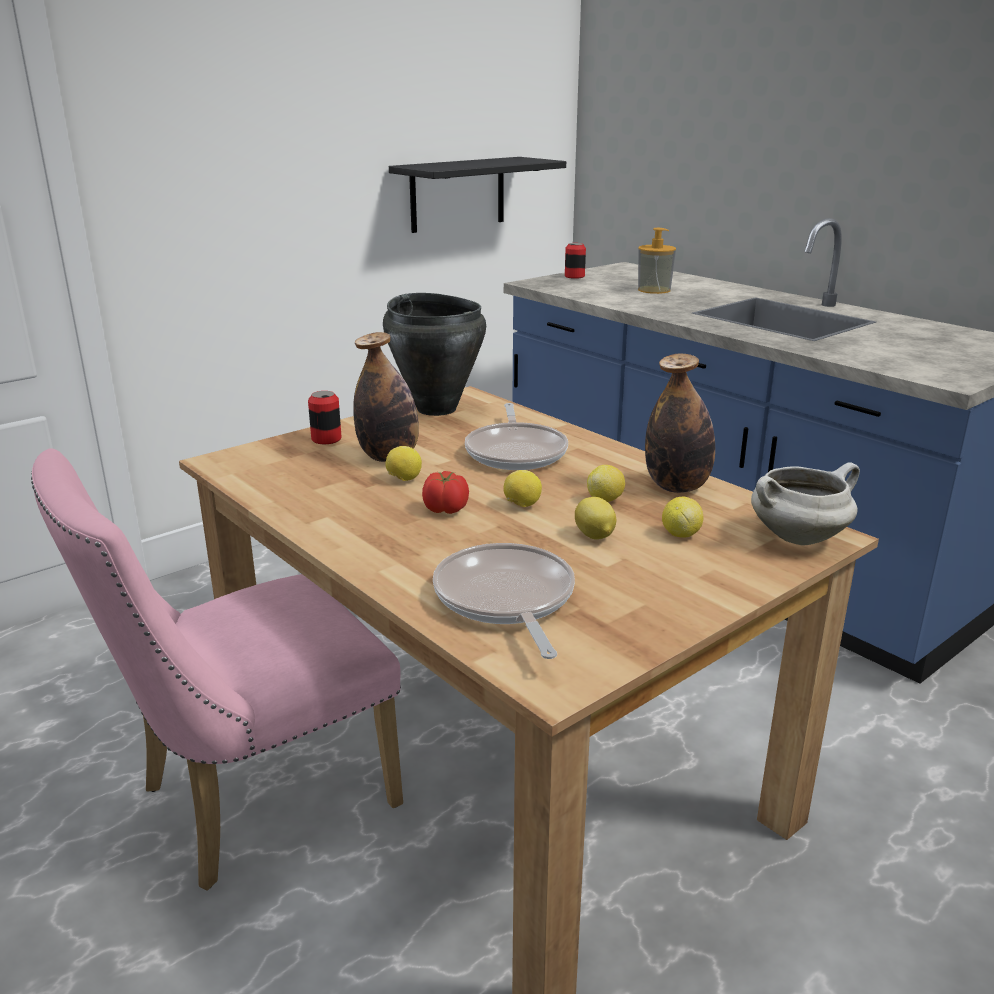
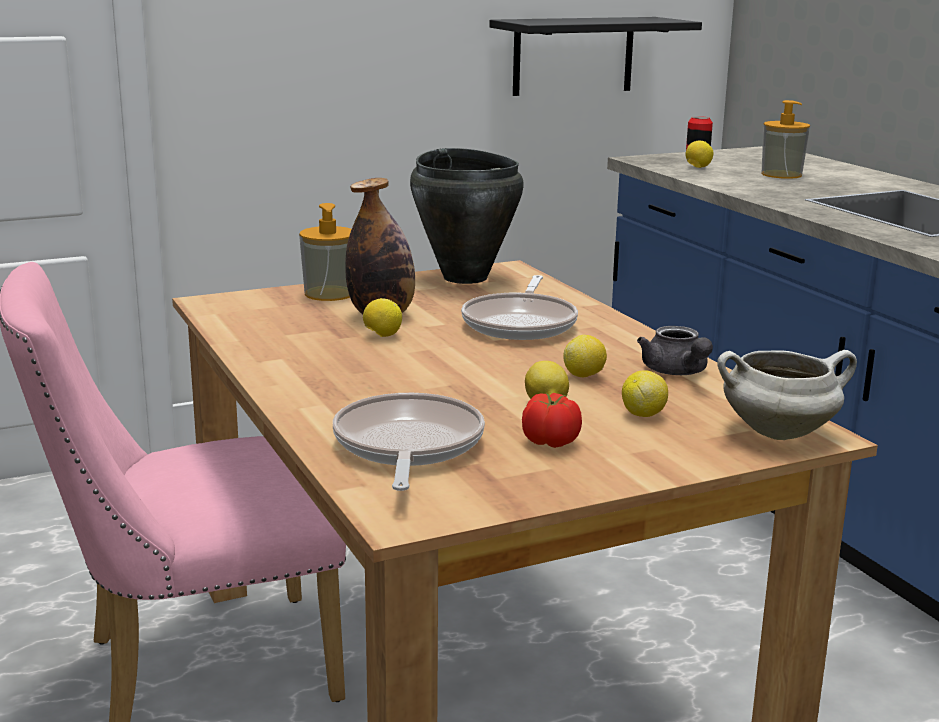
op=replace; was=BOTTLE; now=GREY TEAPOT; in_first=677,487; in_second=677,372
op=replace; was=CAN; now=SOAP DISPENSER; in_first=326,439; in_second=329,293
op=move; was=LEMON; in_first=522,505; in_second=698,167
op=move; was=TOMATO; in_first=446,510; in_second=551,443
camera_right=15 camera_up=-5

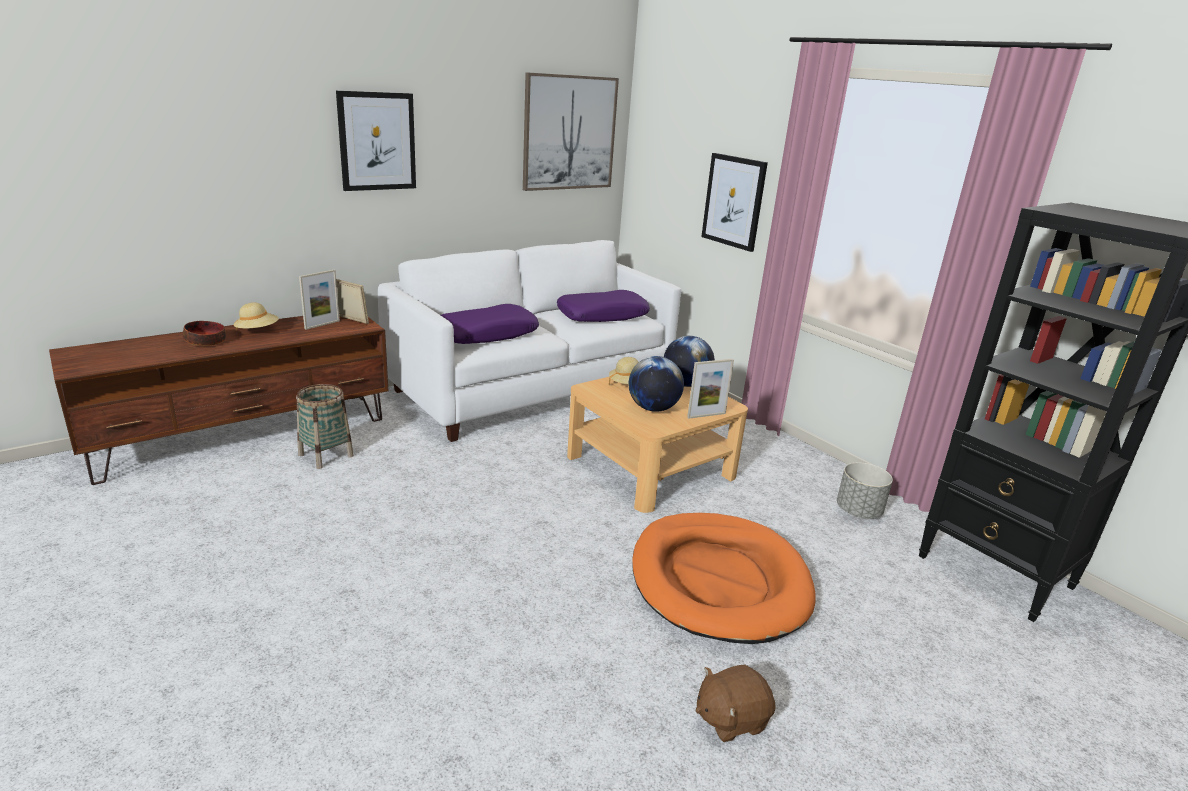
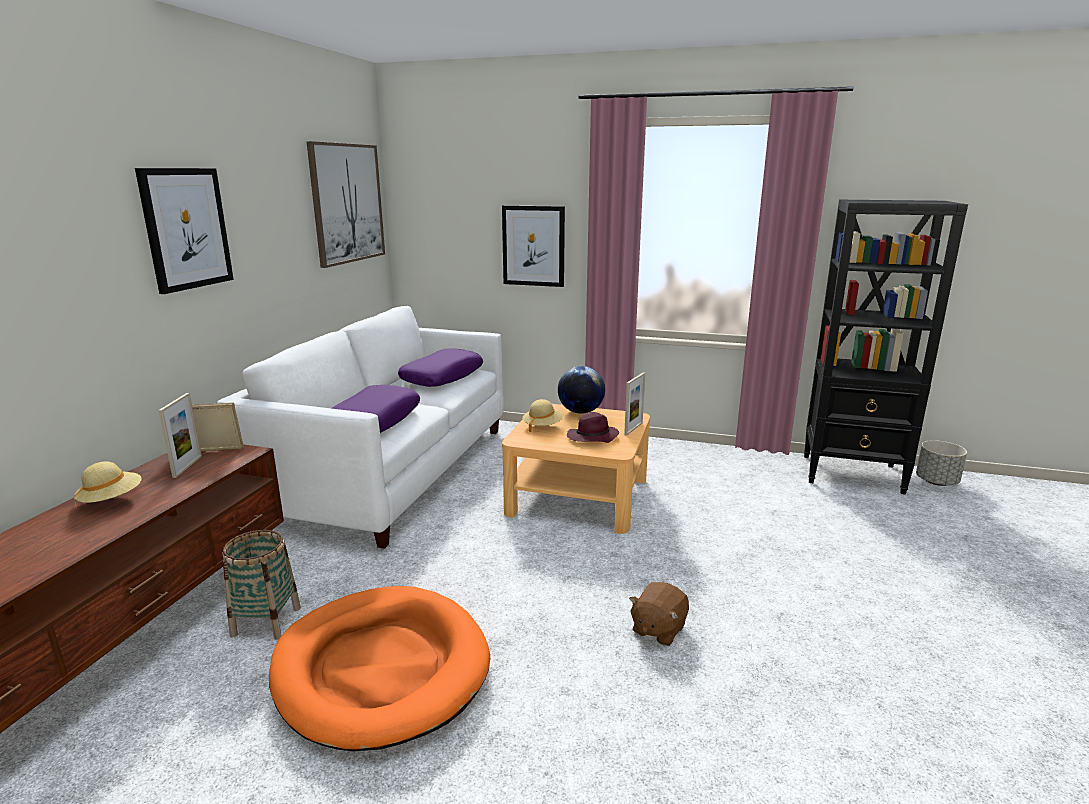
op=delete; was=BOWL; in_first=206,342
op=replace; was=GLOBE; now=PURPLE HAT; in_first=653,409; in_second=592,437
op=move; was=GREY PLANTER; in_first=859,511; in_second=936,481
op=move; was=ORANGE DOG BED; in_first=719,580; in_second=381,669
op=move; was=BROWN PLUSH TOY; in_first=730,719; in_second=658,629
camera_right=-35 camera_up=-5

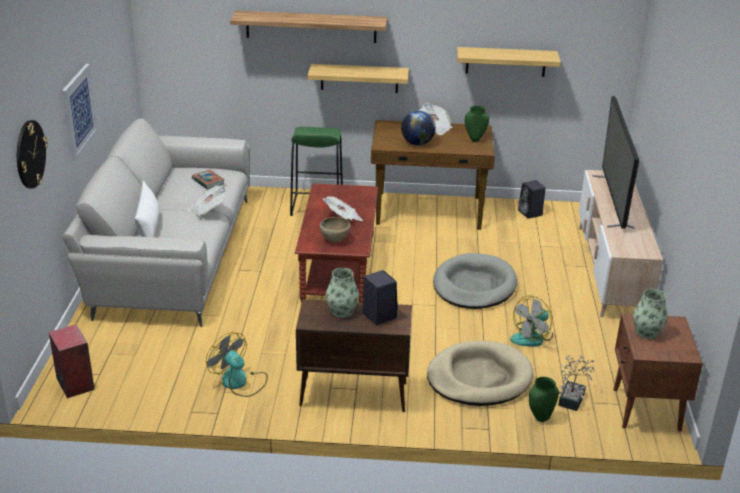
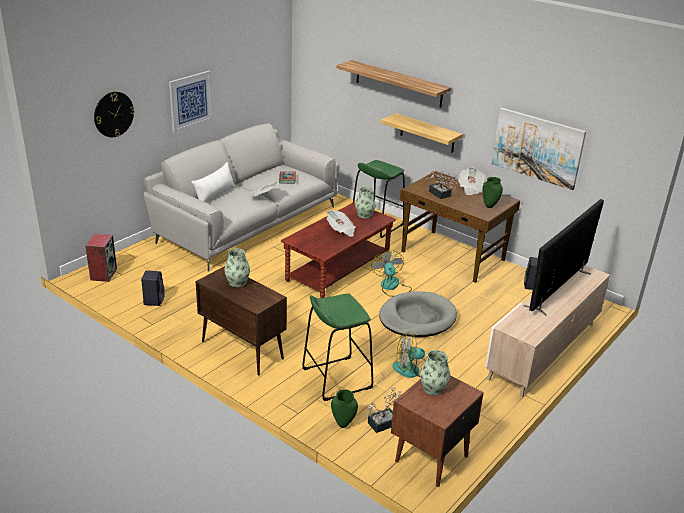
op=replace; was=SHELF; now=PICTURE; in_first=505,61; in_second=537,147
op=replace; was=GLOBE; now=POTTED PLANT; in_first=417,143; in_second=441,195
op=delete; was=BROWN BOWL; in_first=335,240
op=move; was=BLACK SPEAKER; in_first=378,315; in_second=154,300
op=move; was=FAN; in_first=239,382; in_second=391,287
op=replace; was=BEIGE DOG BED; now=GREEN STOOL; in_first=479,378; in_second=336,378
op=insert; now=VASE; in_second=364,215
camera_right=35 camera_up=0

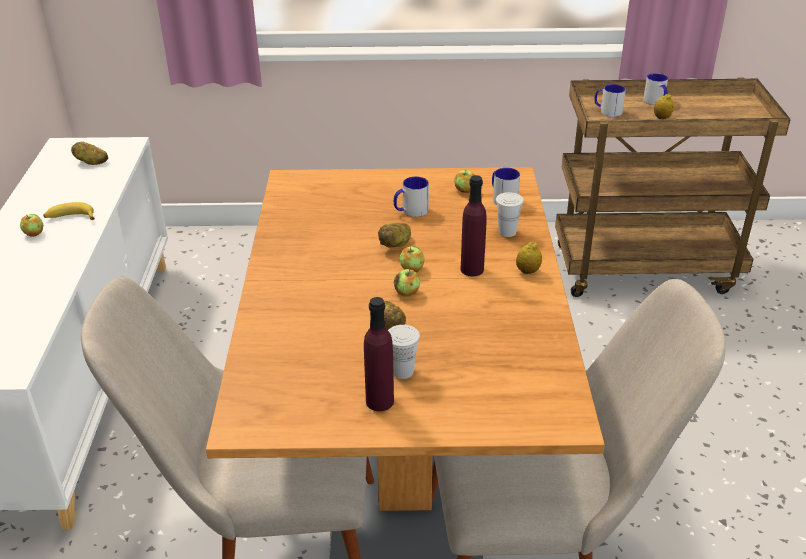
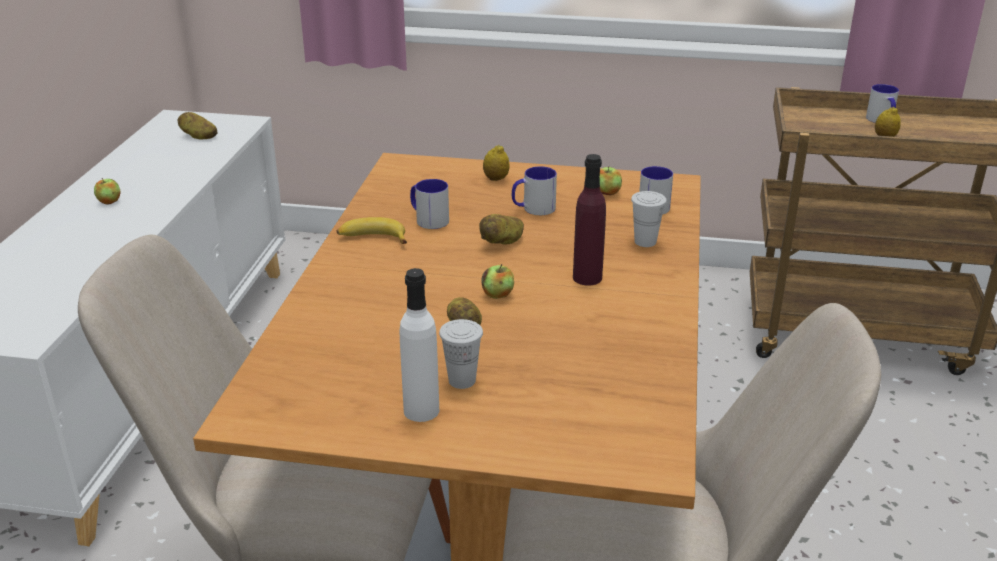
op=move; was=MUG; in_first=607,111; in_second=428,219
op=move; was=BANANA; in_first=70,218; in_second=372,238
op=move; was=LEMON; in_first=527,271; in_second=496,179
op=delete; was=APPLE; in_first=412,269
op=recolor; was=PURPLE BOTTLE; now=WHITE BOTTLE; in_first=379,401; in_second=421,410
camera_right=10 camera_up=-5

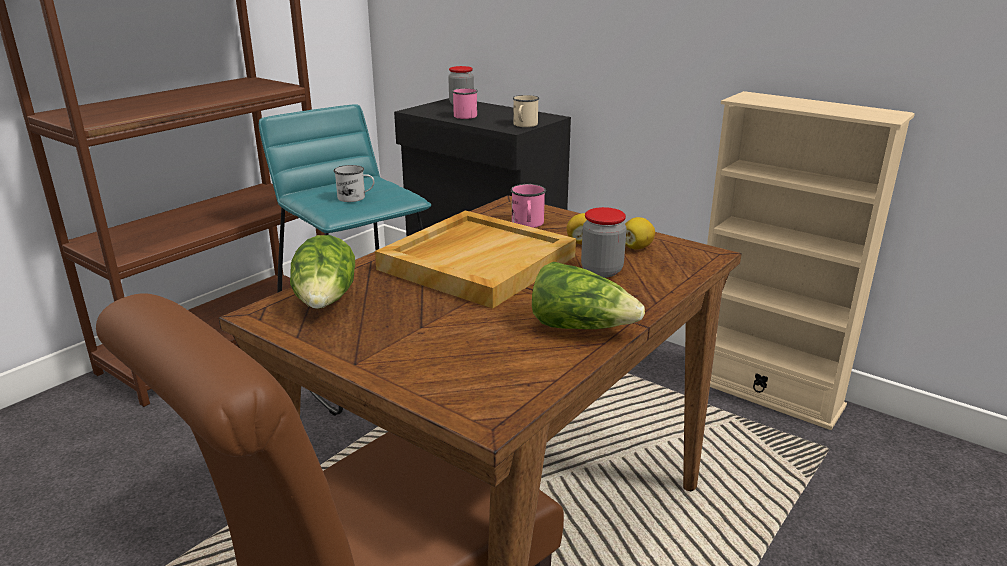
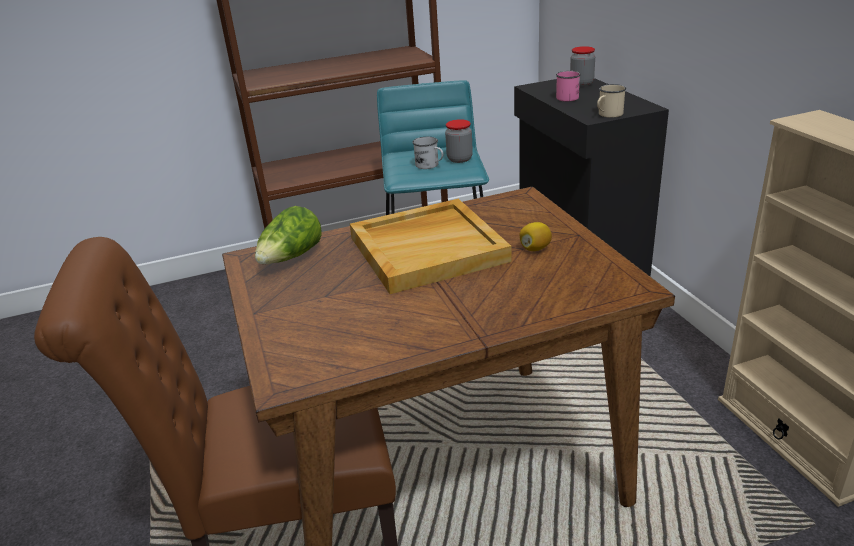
op=delete; was=PINK MUG; in_first=528,224
op=move; was=JAR; in_first=601,271; in_second=459,159
op=delete; was=LEMON; in_first=636,247
op=delete; was=LETTUCE; in_first=581,327
camera_right=35 camera_up=5

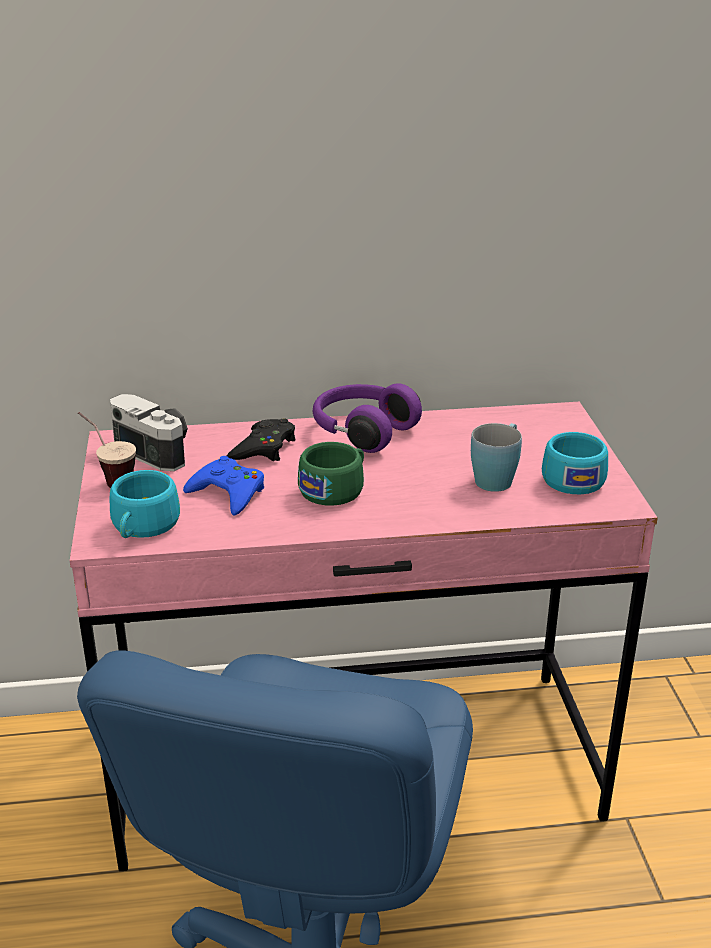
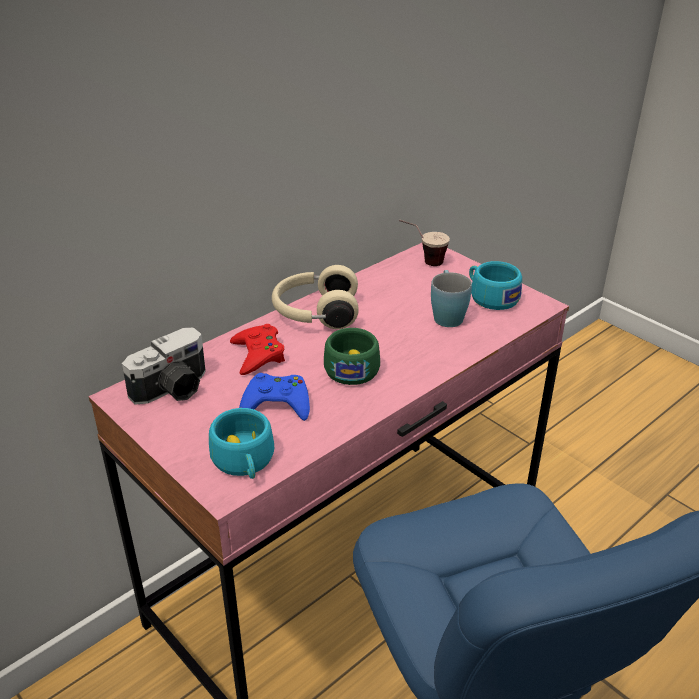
op=recolor; was=PURPLE HEADPHONES; now=BEIGE HEADPHONES; in_first=362,431; in_second=315,313
op=rotate; was=PHOTO CAMERA; in_first=158,450; in_second=173,390; clockwise=135
op=move; was=CUP; in_first=109,478; in_second=422,262
op=recolor; was=BLACK GAME CONTROLLER; now=RED GAME CONTROLLER; in_first=263,448; in_second=258,355
camera_right=-35 camera_up=5

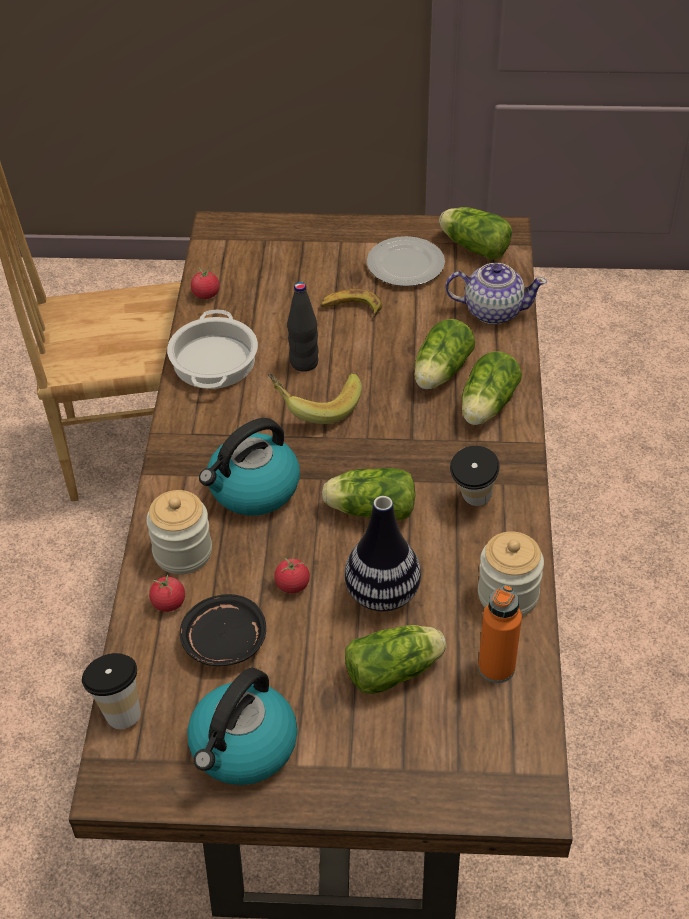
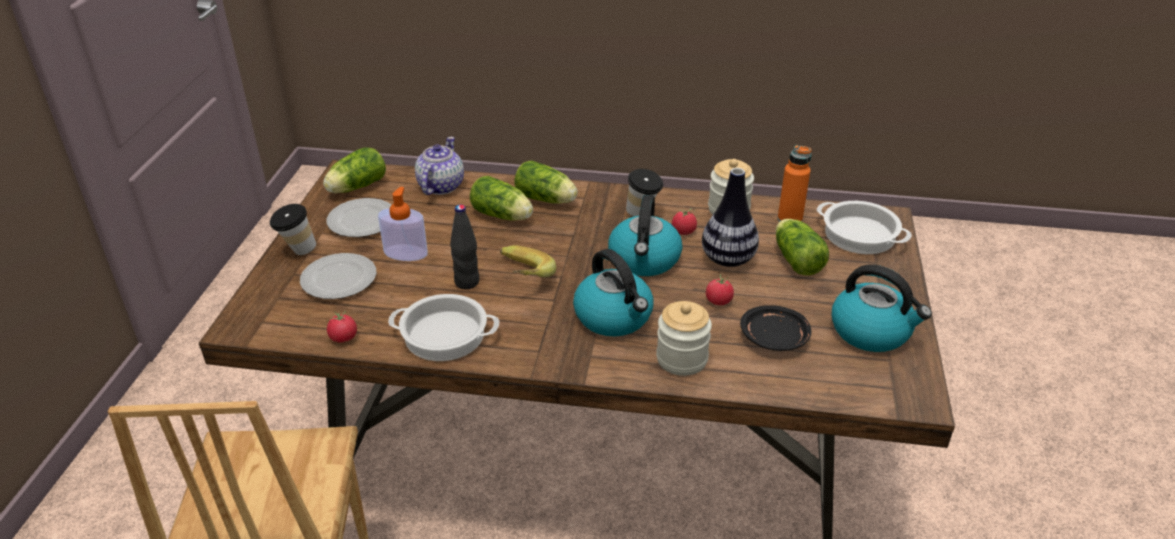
op=replace; was=BANANA; now=SOAP DISPENSER; in_first=351,308; in_second=405,253
op=replace; was=LETTUCE; now=KETTLE; in_first=368,510; in_second=644,260
op=move; was=TOMATO; in_first=168,603; in_second=683,231
op=move; was=CUP; in_first=119,710; in_second=297,251
op=insert; now=COOKING POT; in_second=859,234
op=insert; now=PLATE; in_second=339,280
camera_right=-85 camera_up=-10

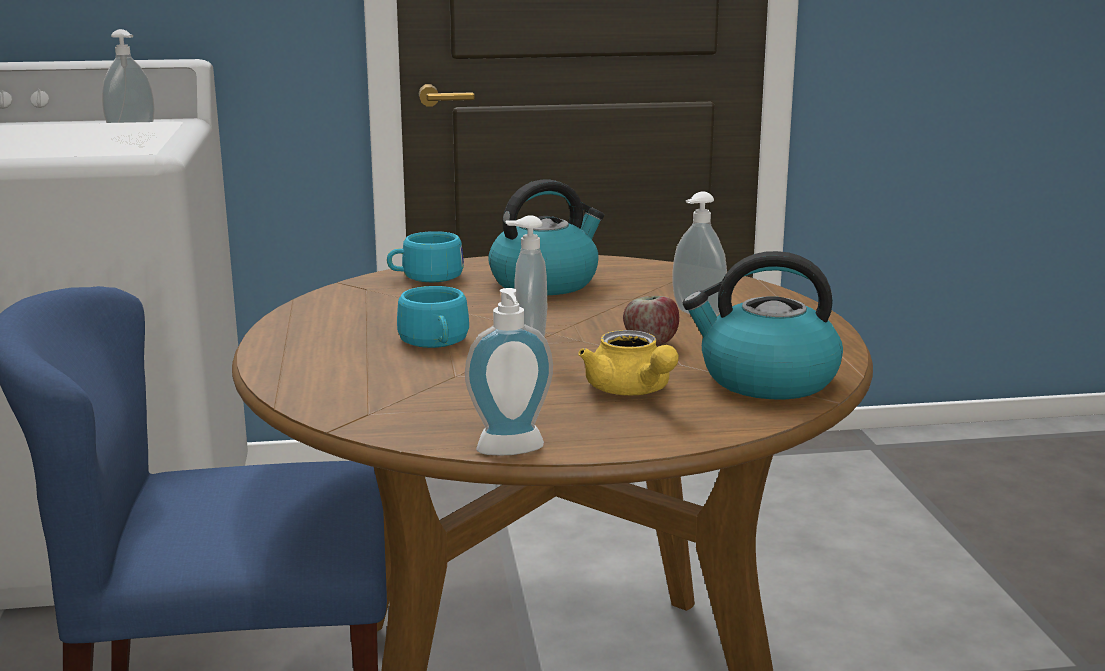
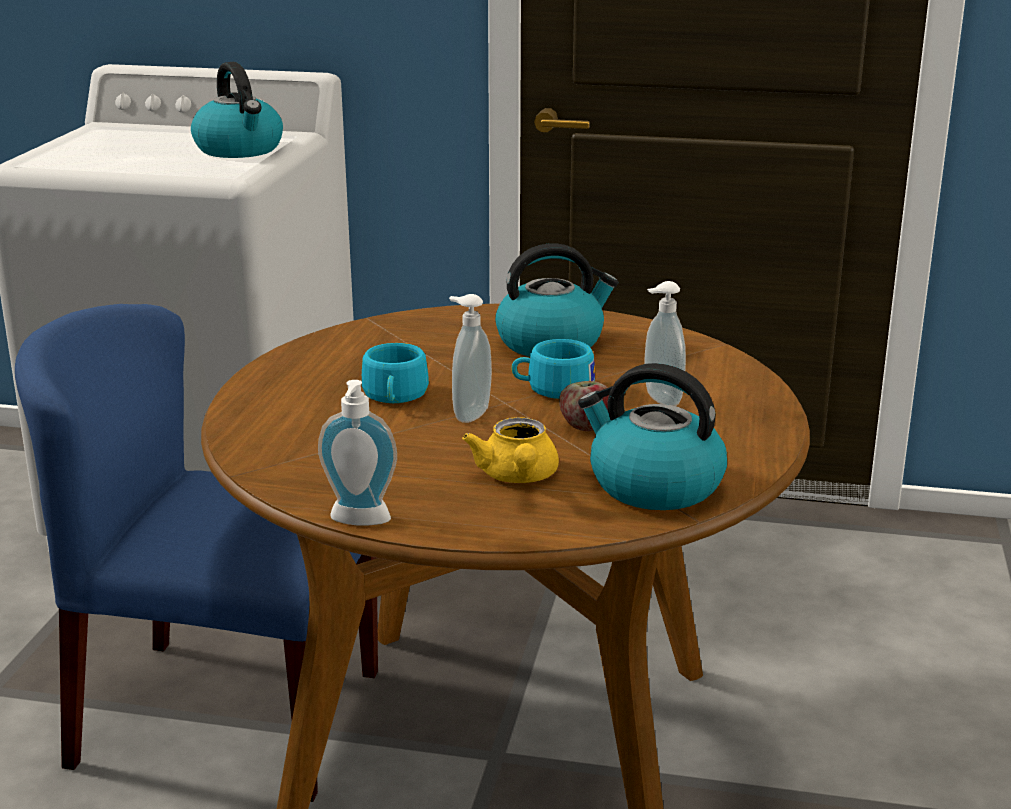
op=replace; was=SOAP DISPENSER; now=KETTLE; in_first=133,134; in_second=240,150
op=move; was=TURQUOISE CUP; in_first=425,276; in_second=553,389
camera_right=20 camera_up=5

